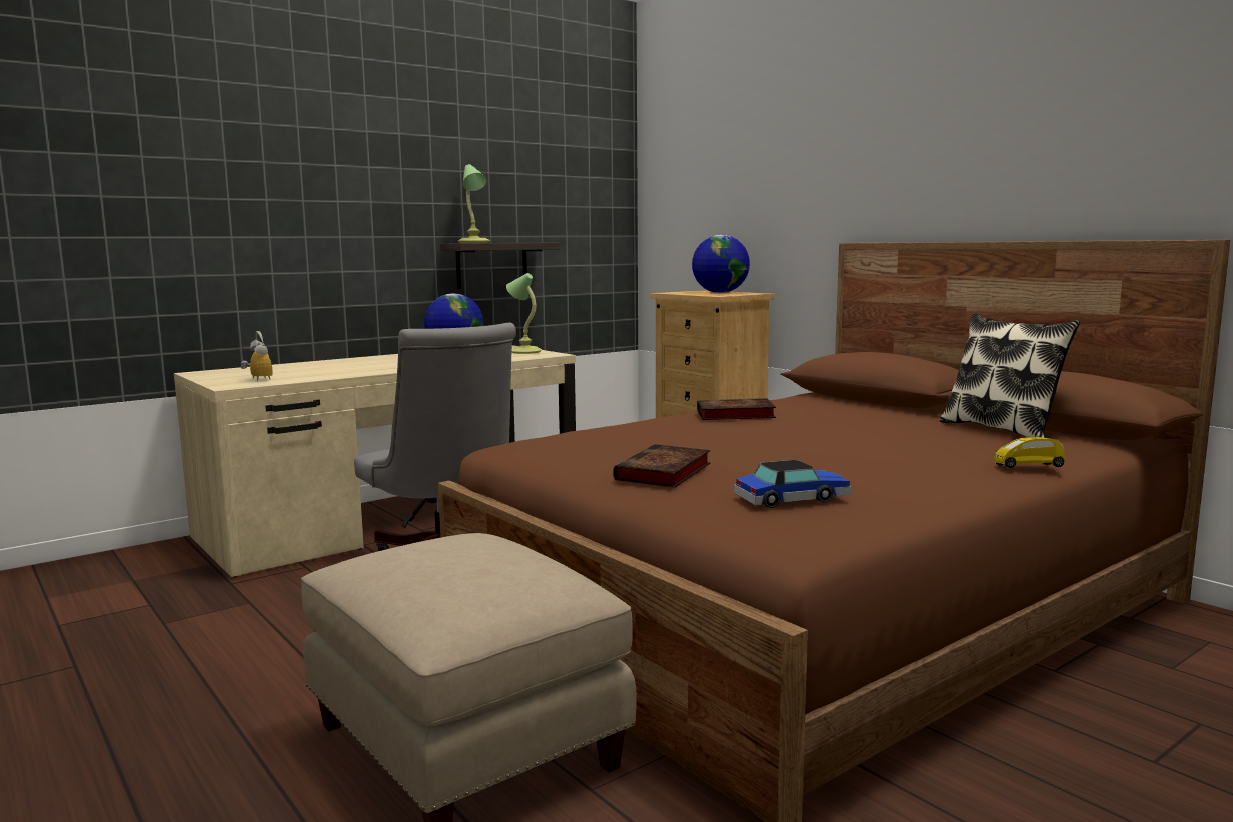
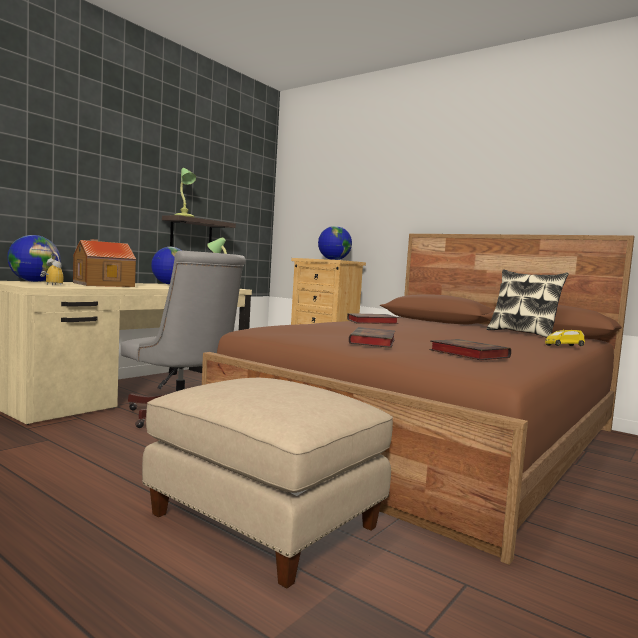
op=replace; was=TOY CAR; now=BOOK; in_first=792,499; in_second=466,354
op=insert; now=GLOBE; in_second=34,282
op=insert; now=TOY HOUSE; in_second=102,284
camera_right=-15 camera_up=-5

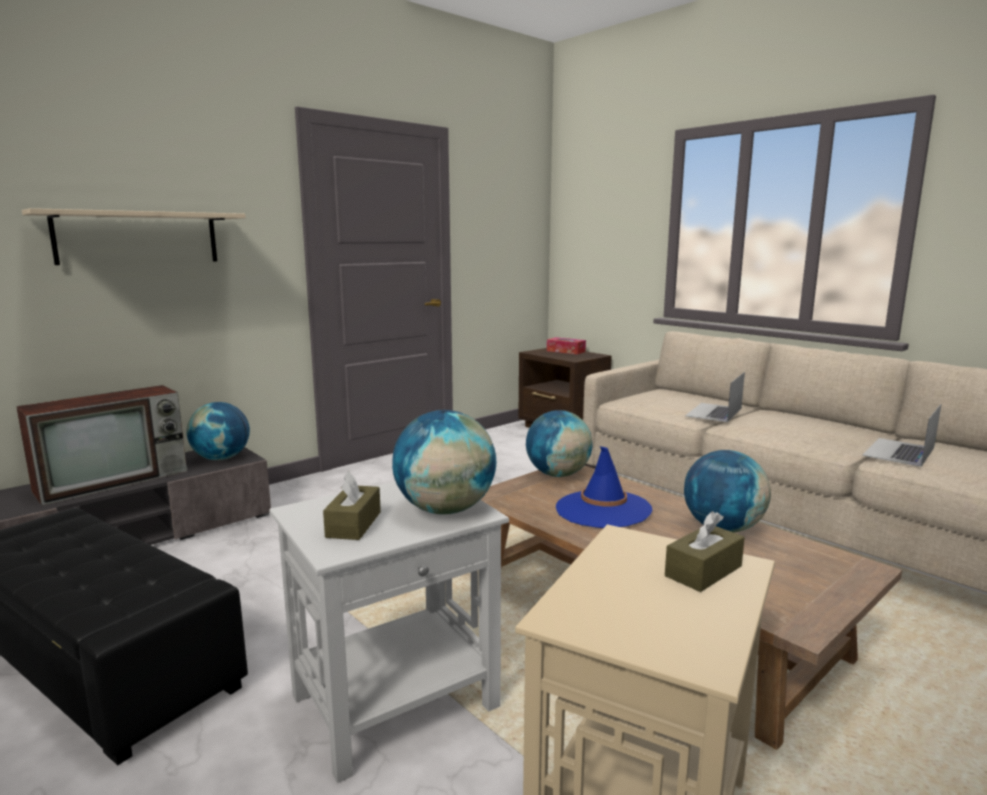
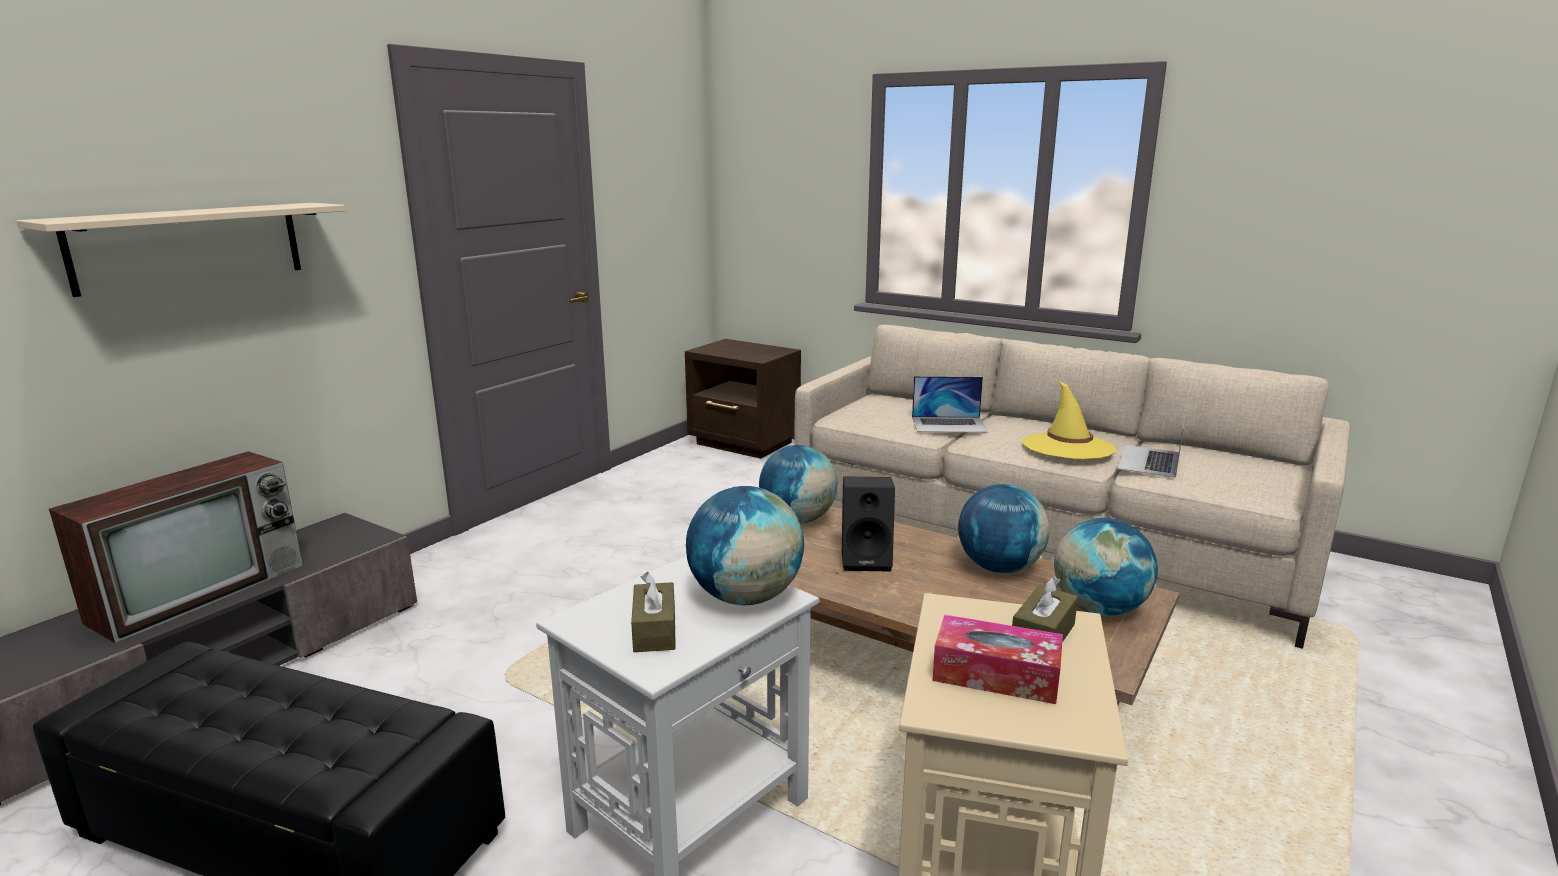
op=move; was=TISSUE BOX; in_first=566,351; in_second=996,674
op=rotate; was=LAPTOP; in_first=714,412; in_second=949,424; clockwise=-105
op=move; was=GLOBE; in_first=221,458; in_second=1099,609
op=replace; was=BLUE HAT; now=BLACK SPEAKER; in_first=603,509; in_second=867,560
op=insert; now=YELLOW HAT; in_second=1067,447
camera_right=-15 camera_up=5

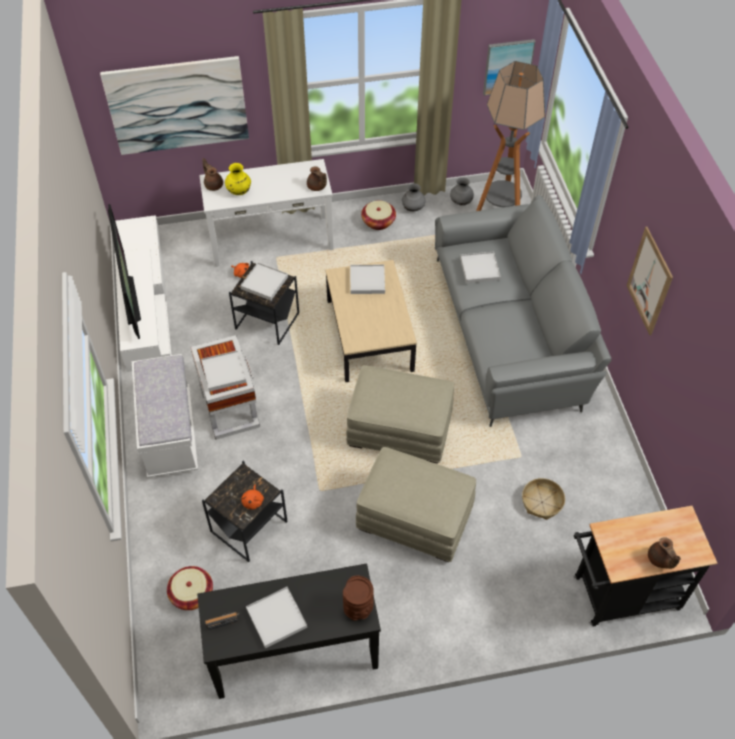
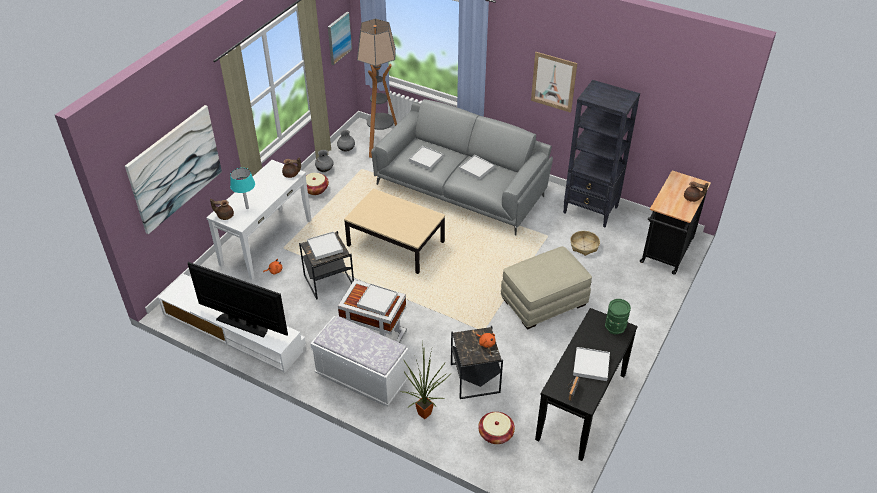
op=replace; was=YELLOW VASE; now=TURQUOISE TABLE LAMP; in_first=239,191; in_second=247,208
op=move; was=WHITE TRAY; in_first=367,281; in_second=476,168
op=delete; was=BEIGE OTTOMAN; in_first=400,429
op=recolor; was=BROWN VASE; now=GREEN VASE; in_first=358,607; in_second=615,326
op=insert; now=BLACK BOOKCASE; in_second=591,210
op=insert; now=POTTED PLANT; in_second=426,413
camera_right=-50 camera_up=-10

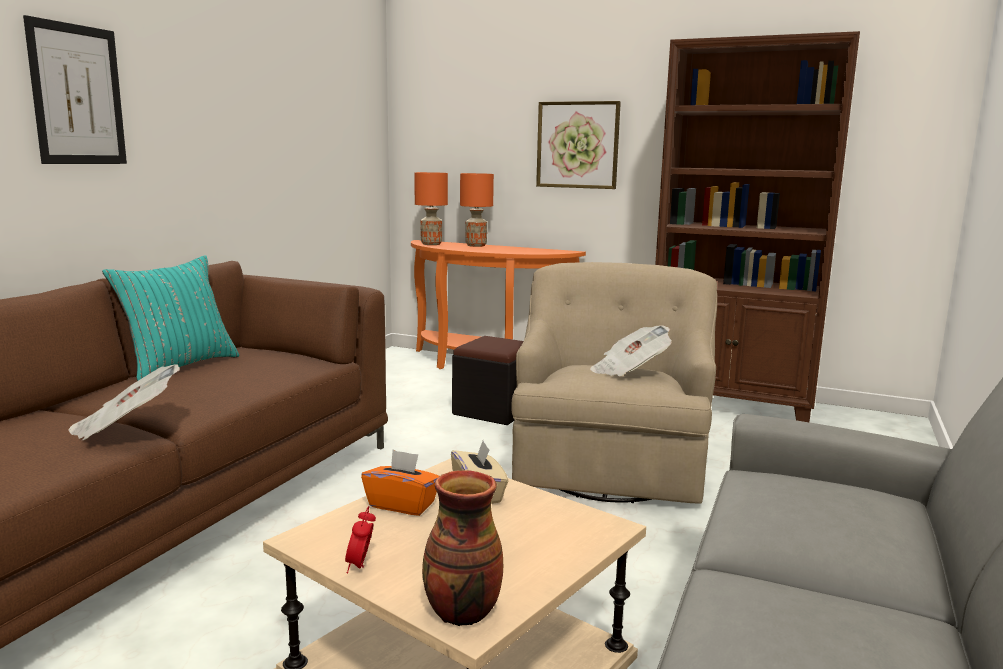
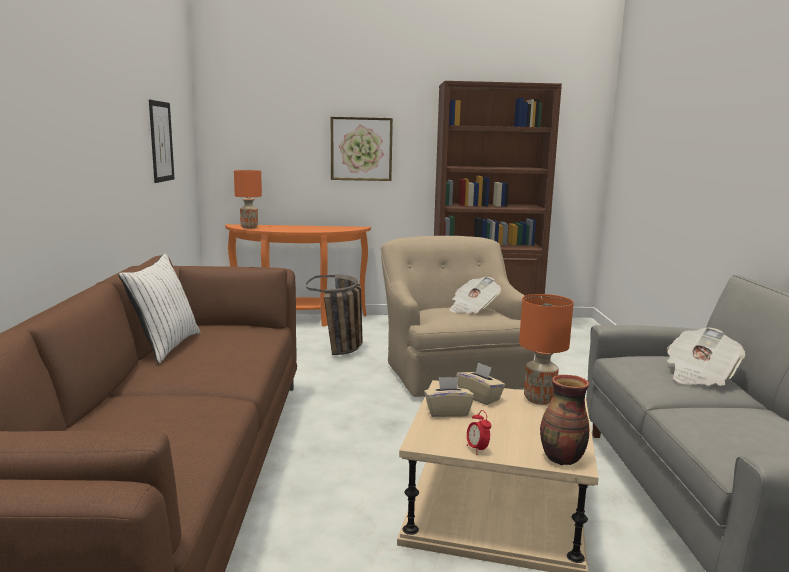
op=move; was=PICTURE; in_first=77,95; in_second=161,141
op=move; was=ORANGE TABLE LAMP; in_first=475,245; in_second=538,399
op=recolor; was=TURQUOISE PILLOW; now=WHITE PILLOW; in_first=179,366; in_second=165,347
op=replace; was=BLACK OTTOMAN; now=BASKET; in_first=494,411; in_second=341,351
op=move; was=NEWSPAPER; in_first=125,428; in_second=699,375
op=recolor; was=ORANGE TISSUE BOX; now=BEIGE TISSUE BOX; in_first=402,504; in_second=447,412
camera_right=-25 camera_up=0

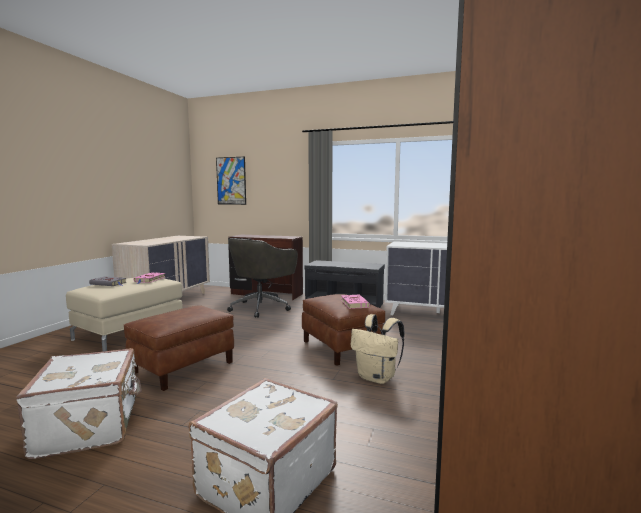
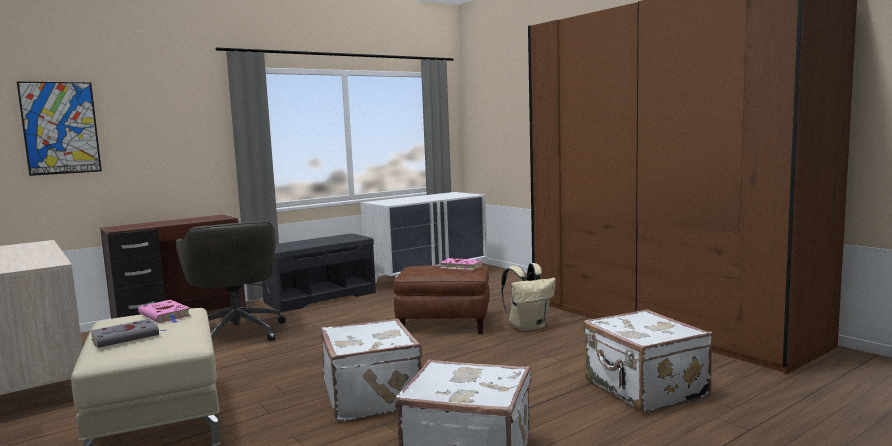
op=replace; was=BROWN OTTOMAN; now=WHITE SUITCASE; in_first=183,367; in_second=373,397
camera_right=-55 camera_up=0

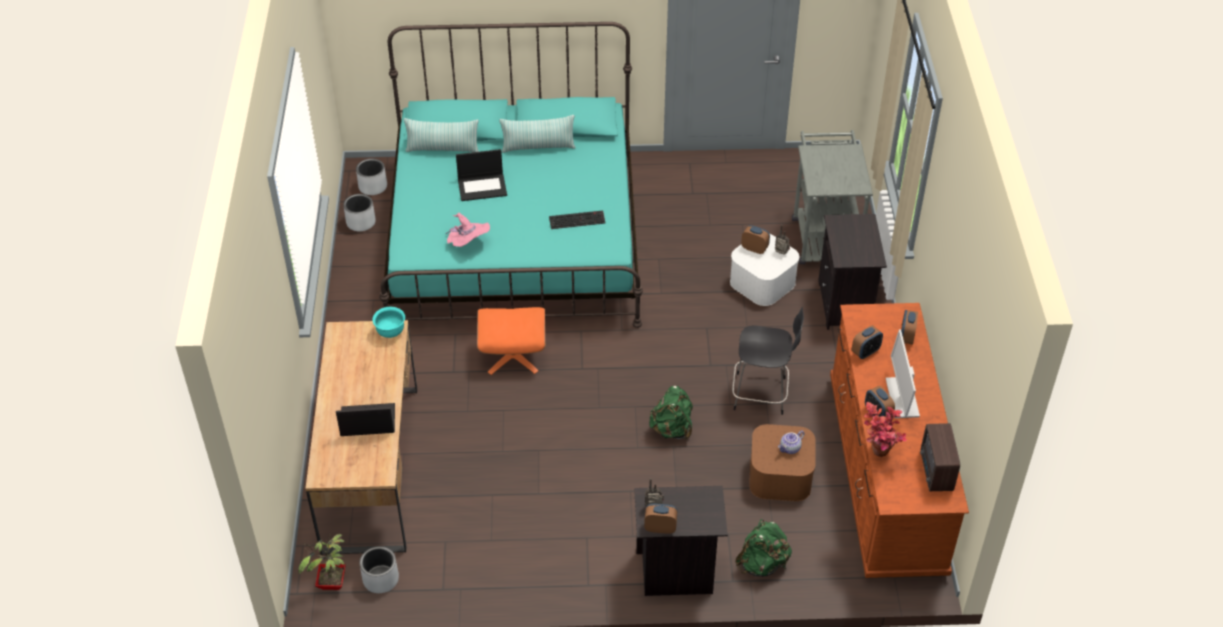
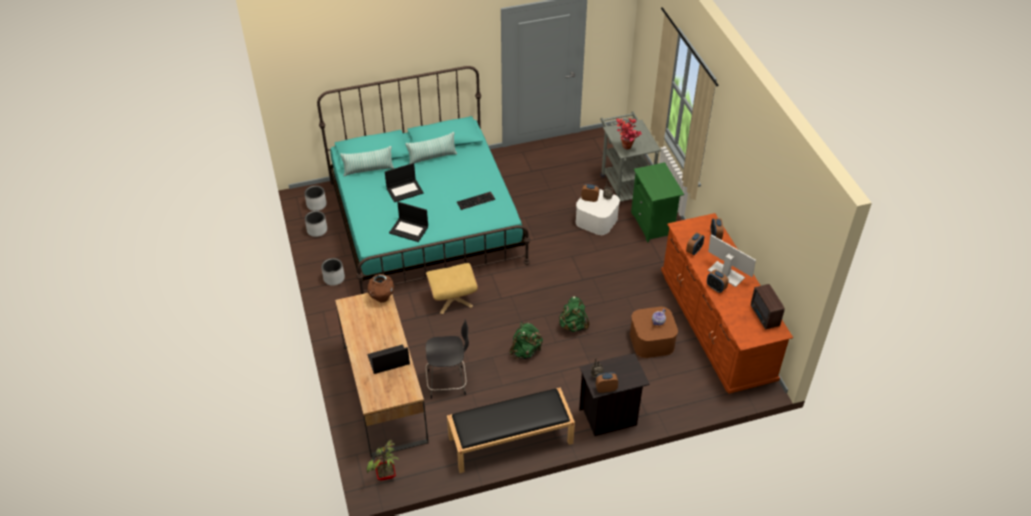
op=replace; was=PINK HAT; now=LAPTOP; in_first=468,244; in_second=409,230
op=recolor; was=BLACK NIGHTSTAND; now=GREEN NIGHTSTAND; in_first=845,304; in_second=653,224
op=replace; was=TURQUOISE BOWL; now=BROWN VASE; in_first=390,332; in_second=382,298
op=recolor; was=ORANGE OTTOMAN; now=BEIGE OTTOMAN; in_first=513,355; in_second=452,298
op=move; was=BLACK CHAIR; in_first=762,394; in_second=448,382
op=rotate; was=MONITOR; in_first=901,397; in_second=726,274; clockwise=150
op=move; was=POTTED PLANT; in_first=878,456; in_second=626,149
op=move; was=GREEN BACKPACK; in_first=762,564; in_second=525,351
op=move; was=GREY PLANTER; in_first=380,579; in_second=334,278
op=insert; now=BLACK BENCH; in_second=510,441
camera_right=-15 camera_up=0

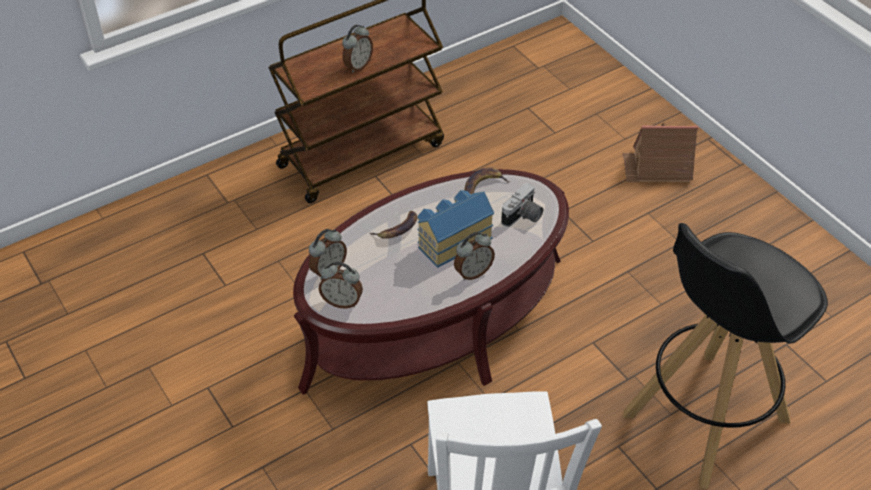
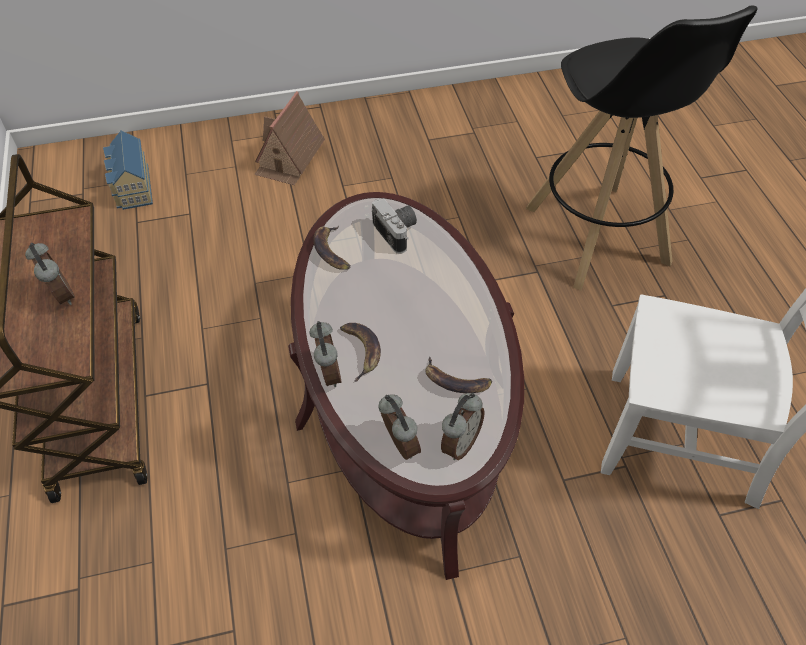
op=move; was=TOY HOUSE; in_first=452,240; in_second=131,187
op=move; was=ALARM CLOCK; in_first=473,272; in_second=328,373
op=insert; now=BANANA; in_second=455,381
camera_right=-70 camera_up=5

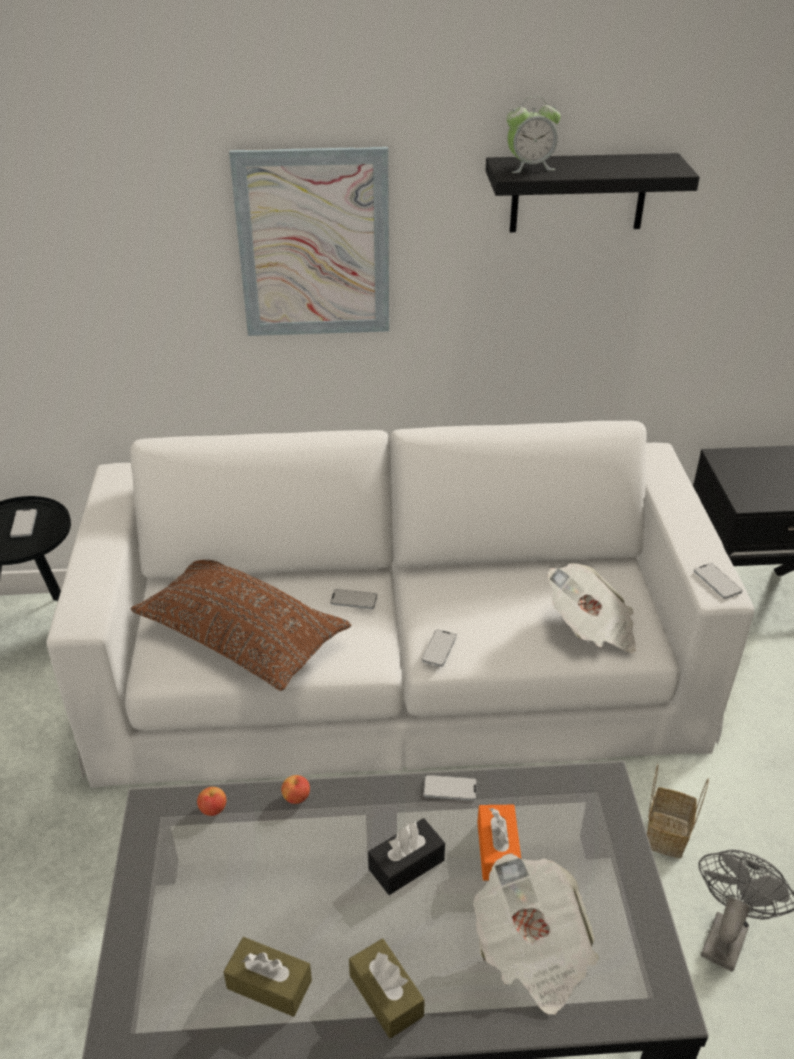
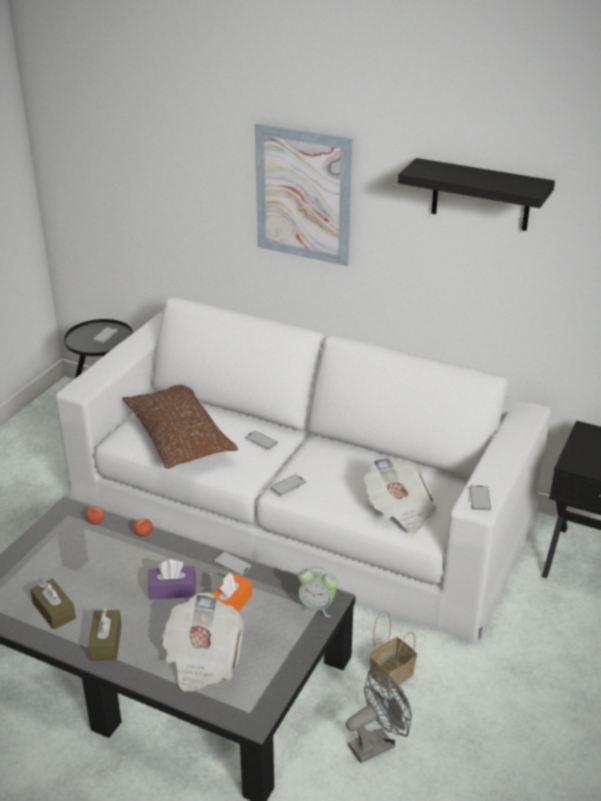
op=move; was=ALARM CLOCK; in_first=530,167; in_second=317,607
op=recolor; was=BLACK TISSUE BOX; now=PURPLE TISSUE BOX; in_first=406,864; in_second=172,590
camera_right=30 camera_up=-5

